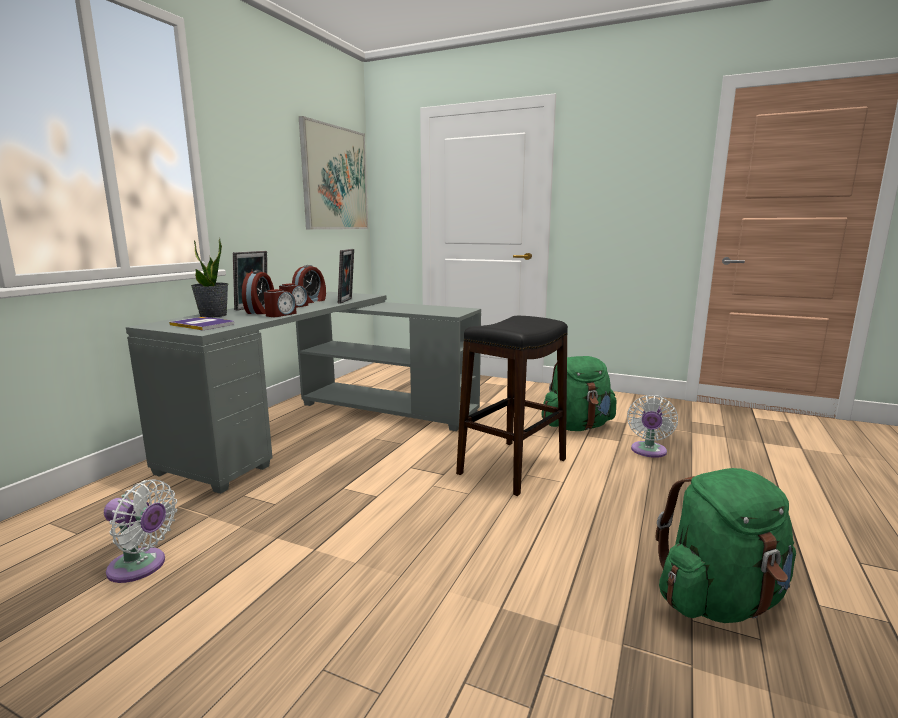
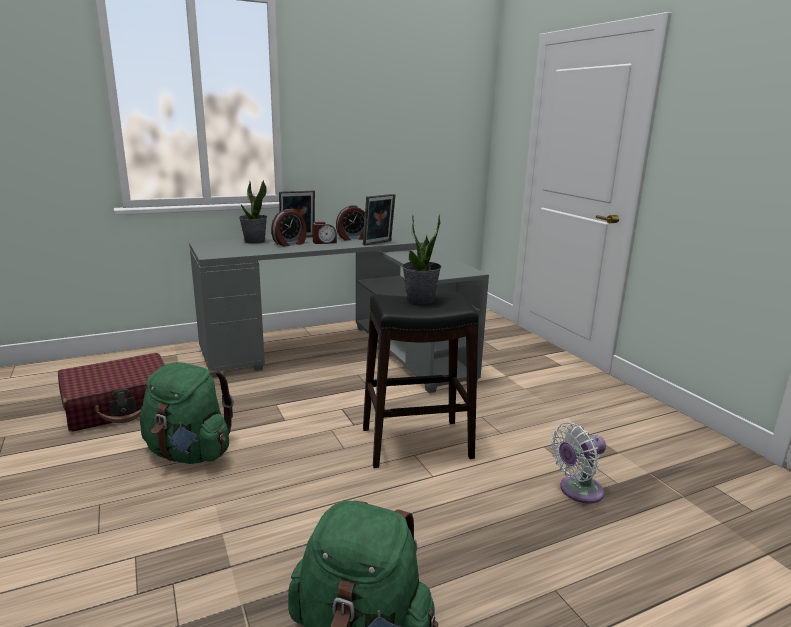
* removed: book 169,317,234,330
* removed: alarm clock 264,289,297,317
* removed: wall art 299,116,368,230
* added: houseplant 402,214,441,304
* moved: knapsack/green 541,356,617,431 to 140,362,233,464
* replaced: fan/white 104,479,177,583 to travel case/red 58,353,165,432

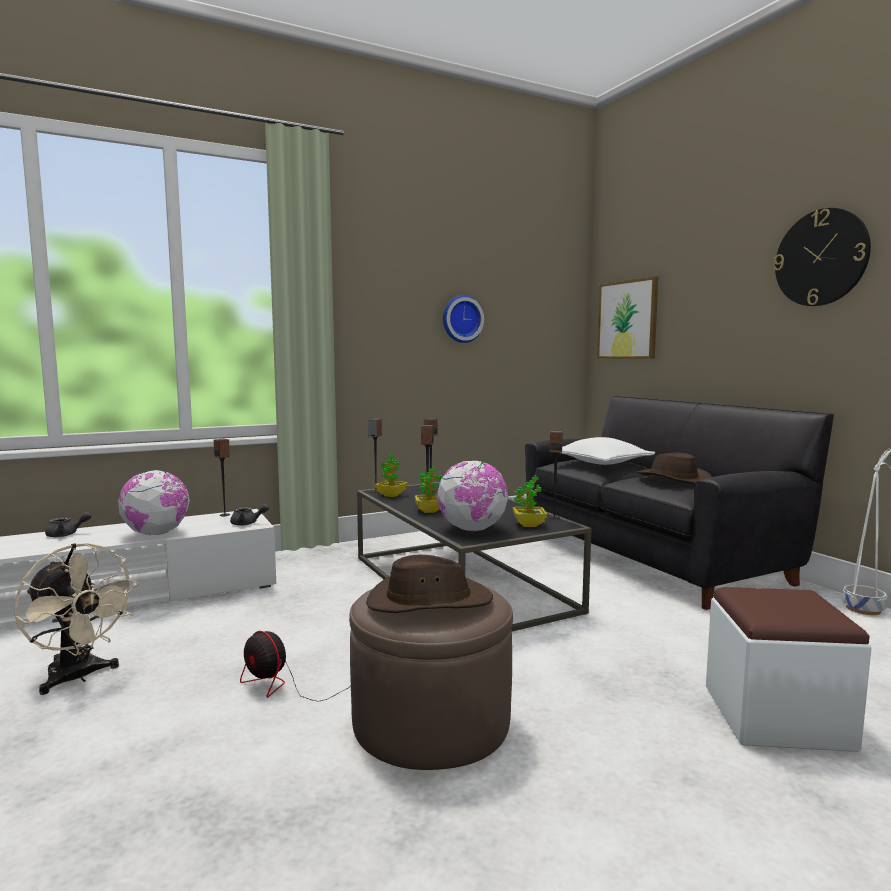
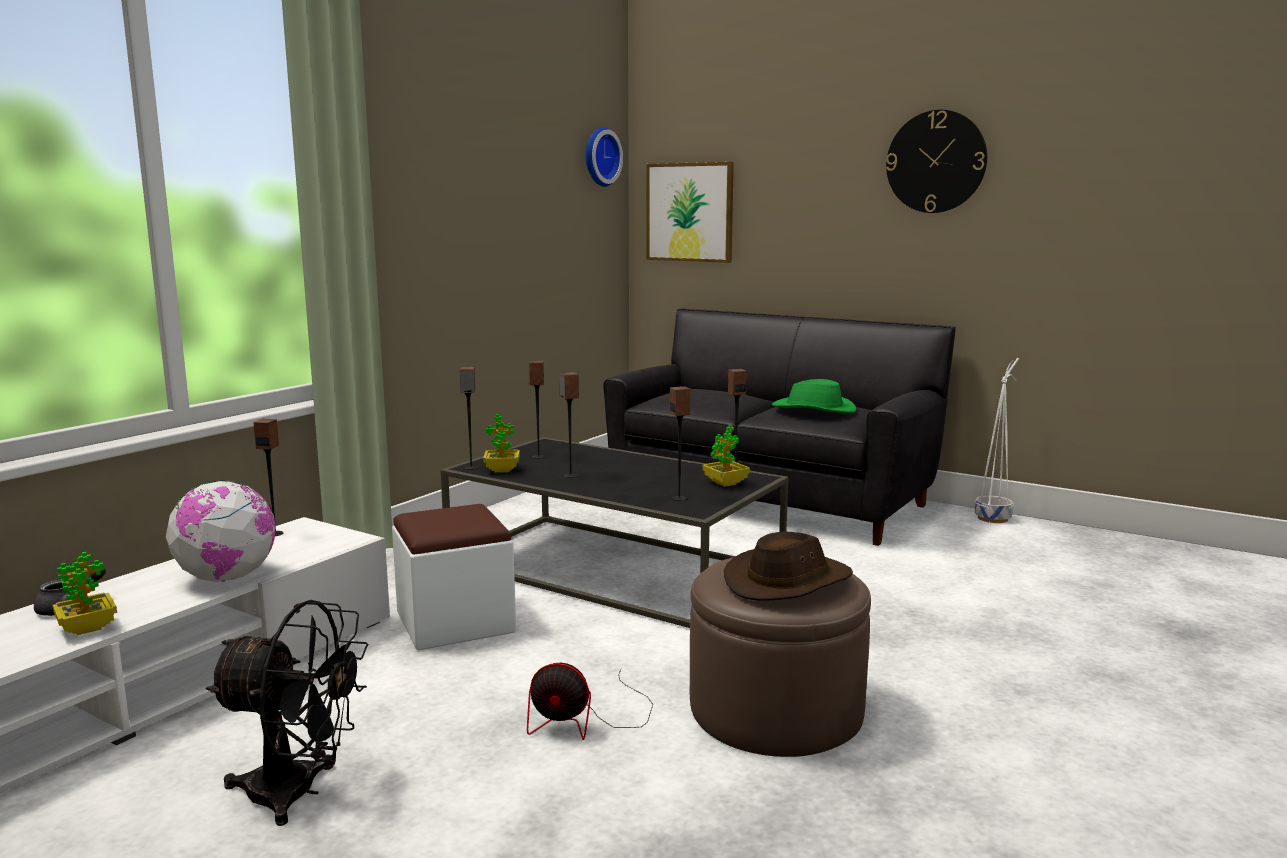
* removed: tea pot/gray 230,504,269,526
* removed: cushion/white 561,437,655,465
* moved: houseplant 415,467,441,513 to 53,552,117,635
* moved: wall clock 443,295,484,343 to 586,127,623,187
* moved: pouffe/white 706,587,872,752 to 392,504,516,650
* replaced: desk globe 437,461,508,531 to audio speaker 670,386,691,501
* recoloured: fan/sand-coloured 14,543,139,695 to fan/black-coloured 206,600,369,826
* recoloured: wearable hat/brown-coloured 636,453,711,484 to wearable hat/green 772,379,856,413

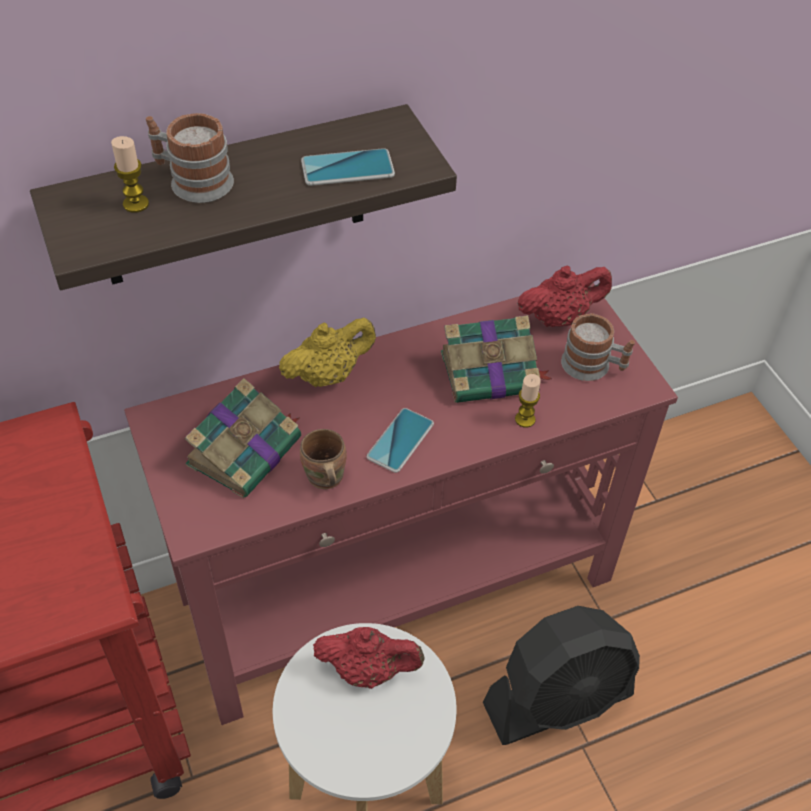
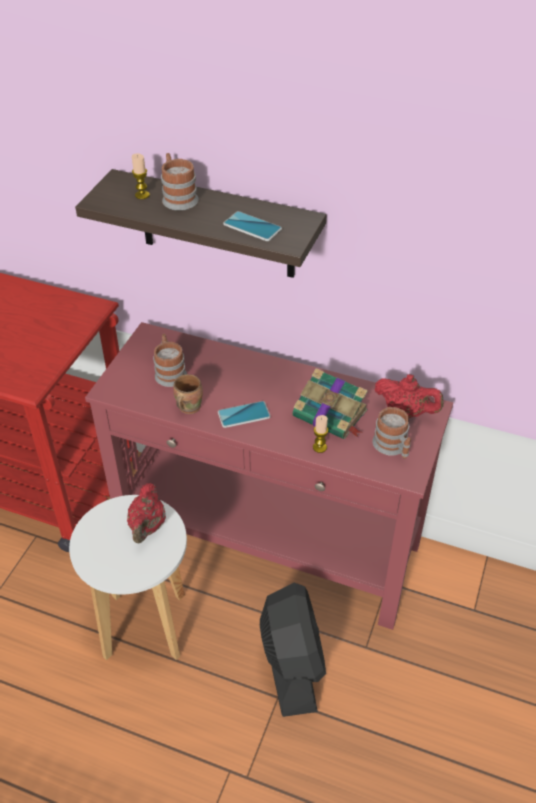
* removed: tea pot/yellow 279,318,376,387
* replaced: book 184,378,301,498 to tea mug 153,334,187,387
* turned: tea pot/red 313,627,425,689 = 127,483,166,544 45 degrees clockwise
* turned: fan/black-coloured 483,606,640,745 = 260,583,326,717 120 degrees counterclockwise

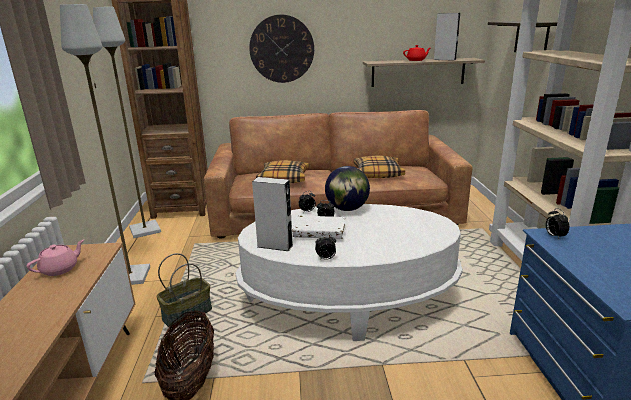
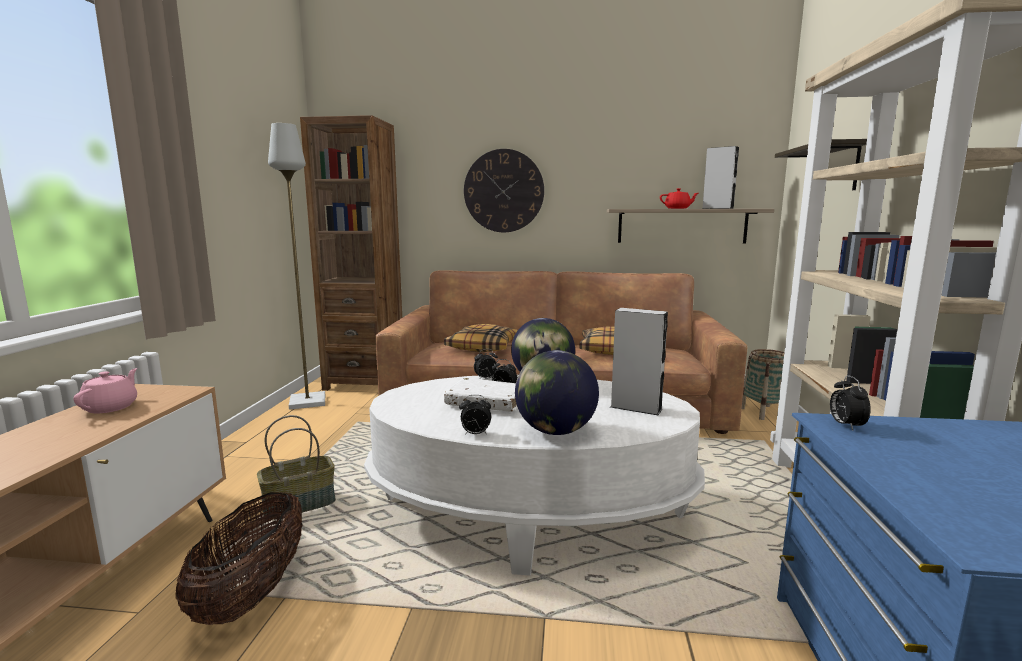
* removed: floor lamp/gray 60,4,150,285
* added: desk globe 515,350,599,435
* added: storage basket 742,349,784,420
* moved: audio speaker/gray 252,177,293,251 to 611,308,668,415
* turned: tea pot/pink 26,239,85,276 = 73,368,137,413 45 degrees counterclockwise

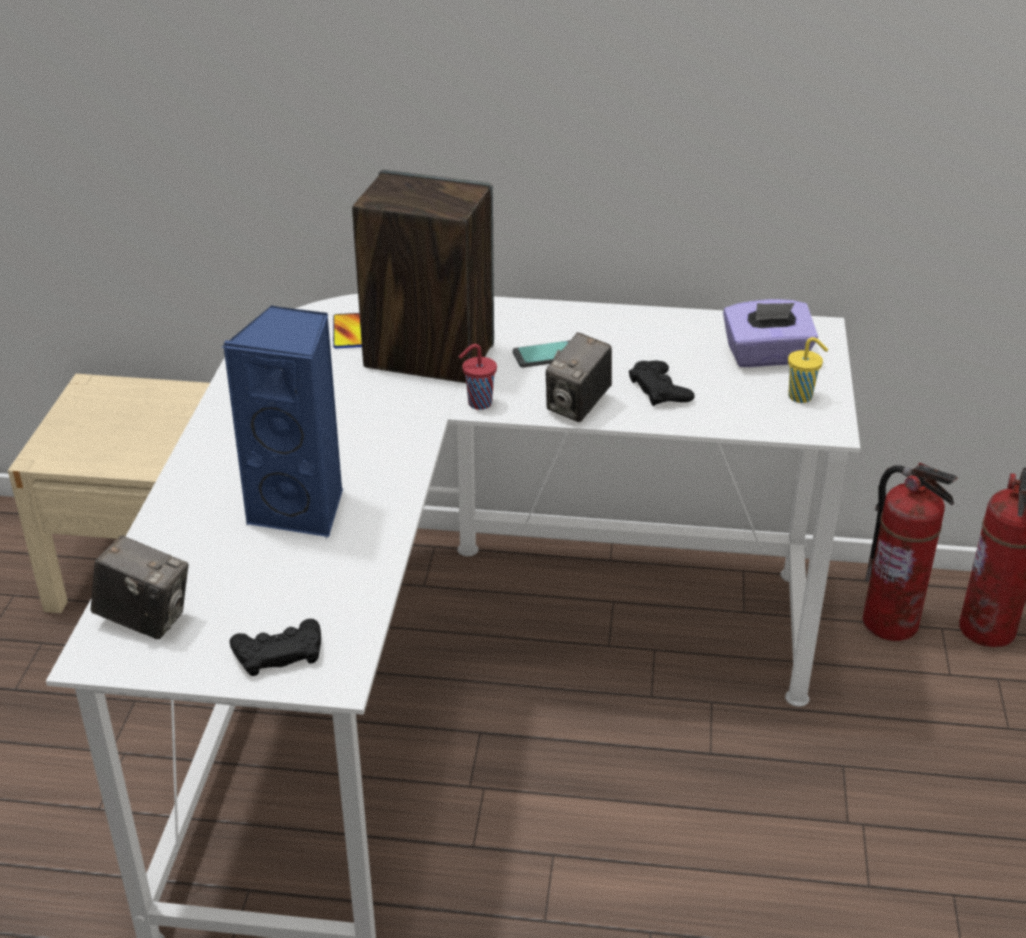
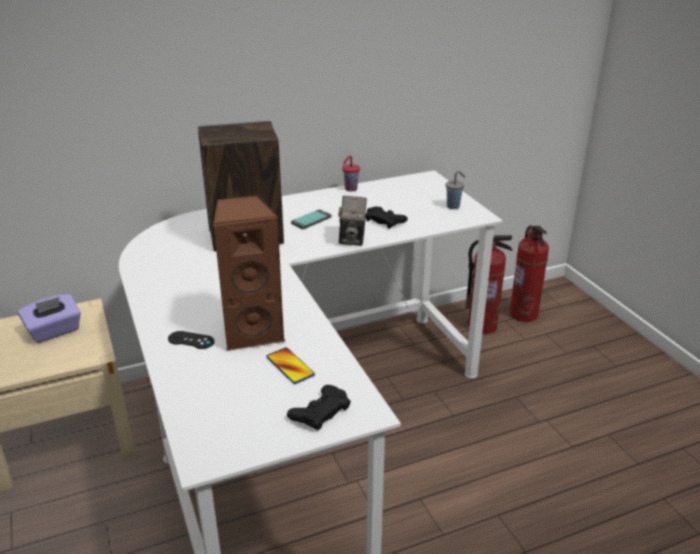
* removed: still camera 91,535,189,639
* added: game controller/black-coloured 168,331,214,349
* moved: phone 333,313,362,348 to 266,348,315,384
* moved: small cup/red 459,344,497,410 to 342,156,360,191
* moved: tissue box/purple-coloured 723,299,818,367 to 17,294,81,343
* recoloured: audio speaker/bluish 222,305,343,538 to audio speaker/brown-coloured 213,195,285,352
* recoloured: small cup/yellow 788,337,828,403 to small cup/gray 445,171,466,209

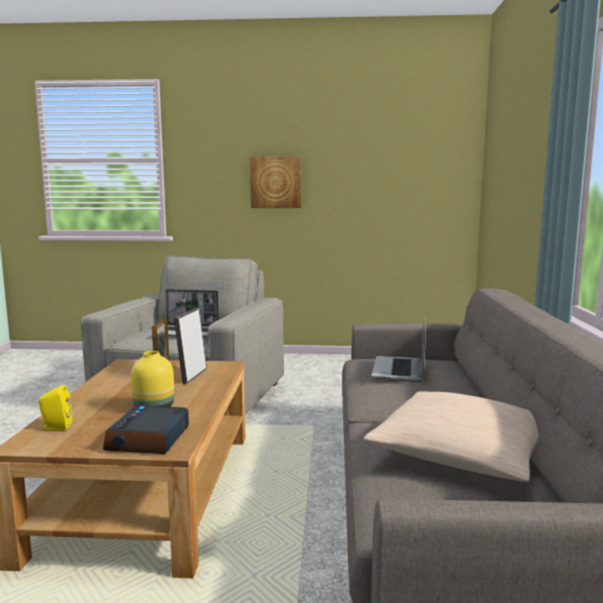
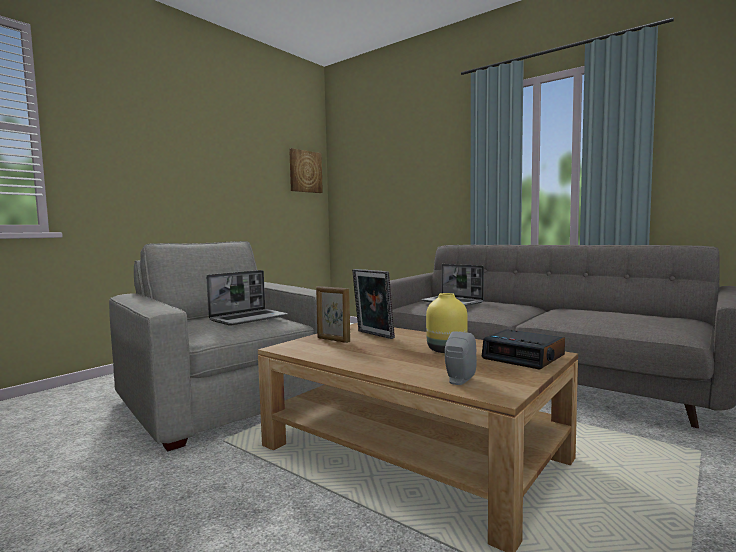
* removed: cushion/sand-coloured 363,391,539,482
* moved: wall art 250,157,301,208 to 289,148,323,193
* recoloured: audio speaker/yellow 39,385,73,430 to audio speaker/gray 445,331,477,385

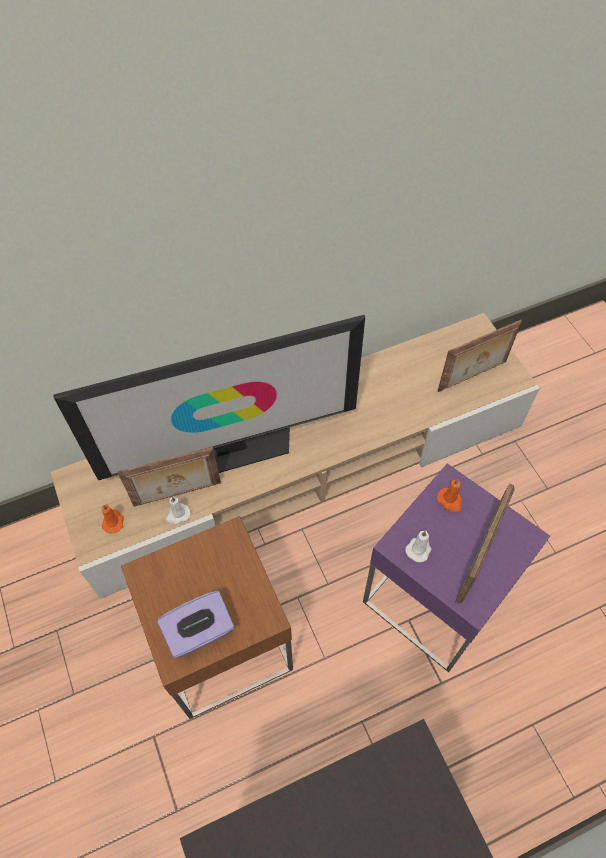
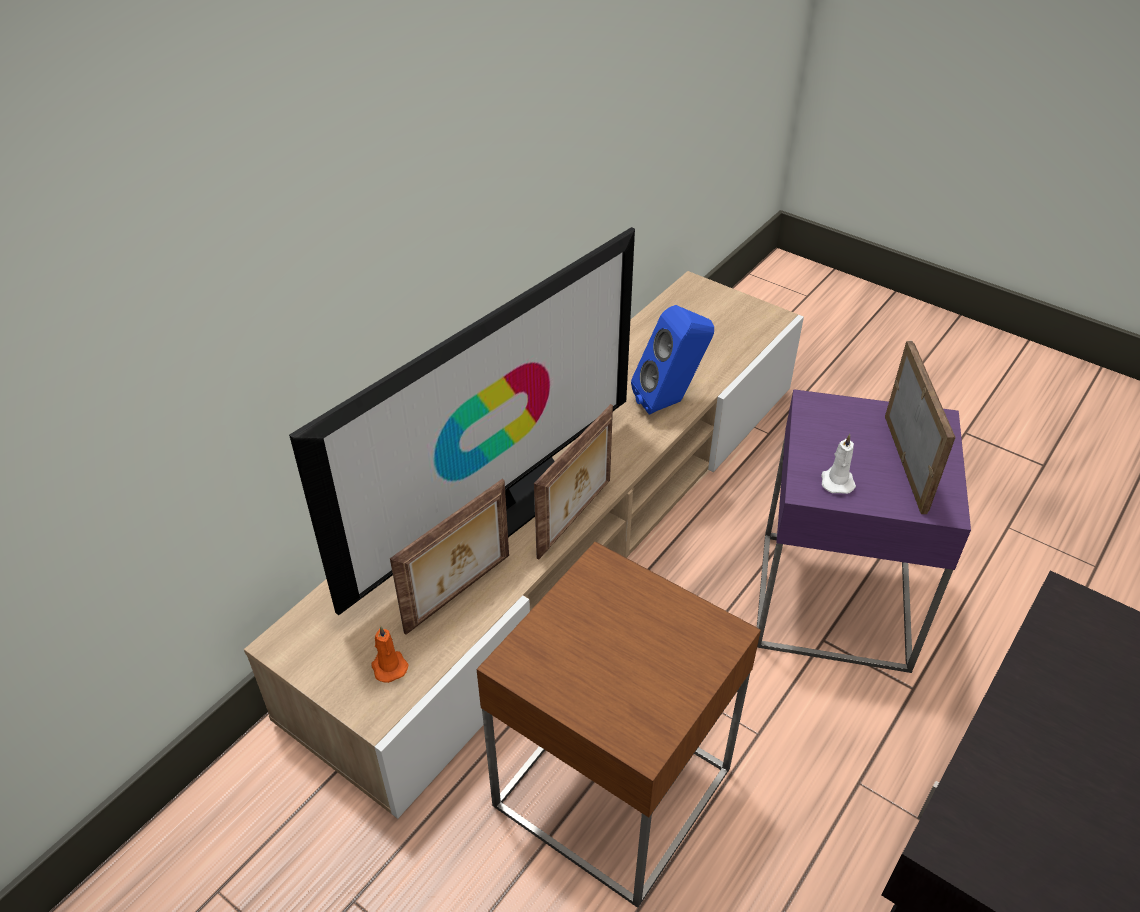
* removed: tissue box/purple-coloured 157,591,234,658
* removed: candle/white 165,496,191,524
* removed: candle/orange-coloured 437,479,462,512
* added: audio speaker/bluish 631,305,714,415
* moved: standing frame 437,320,522,392 to 534,404,613,560

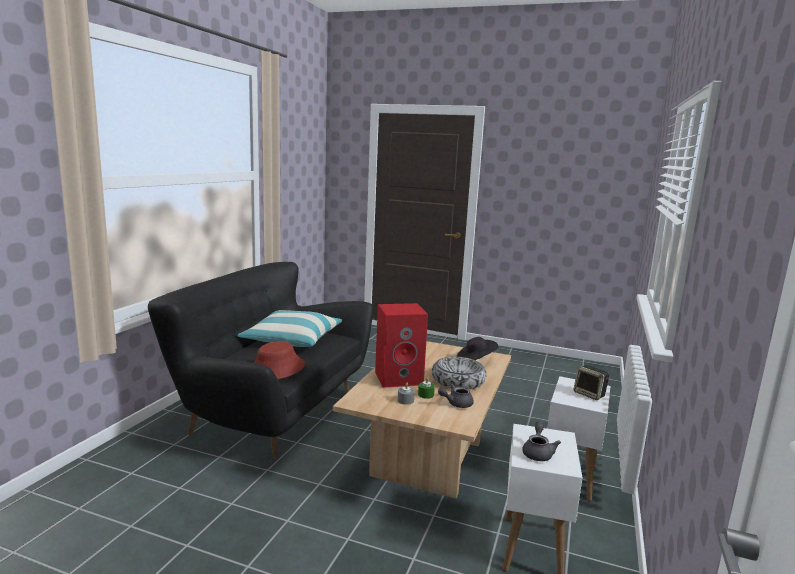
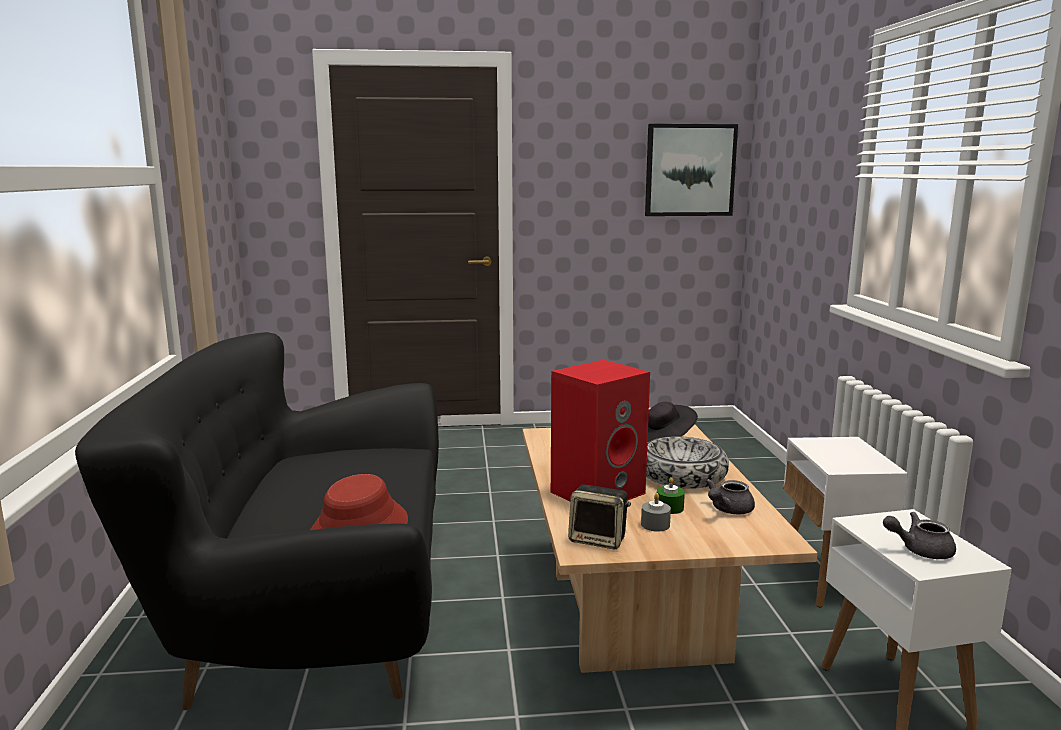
* removed: cushion 237,310,342,347
* added: wall art 645,124,738,216
* moved: audio speaker 574,365,610,400 to 568,484,631,549
* turned: tea pot/gray 522,422,561,461 = 883,512,956,559 75 degrees counterclockwise

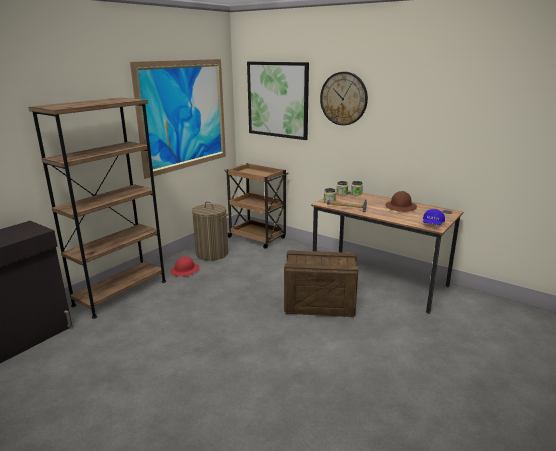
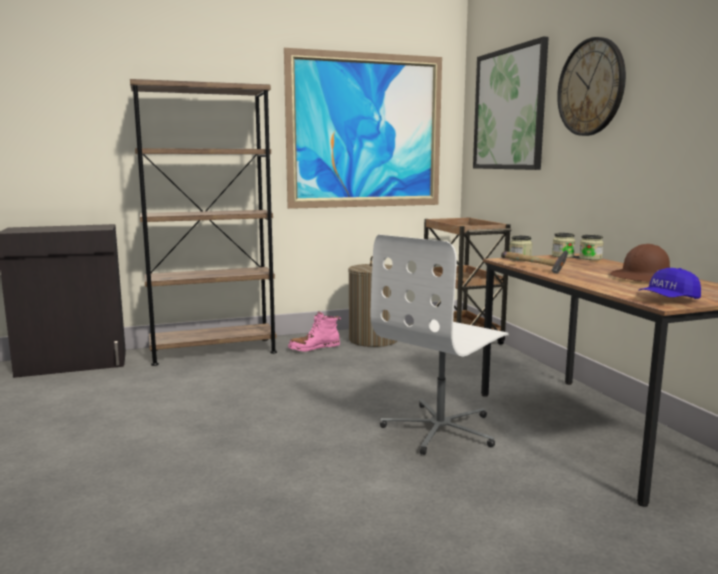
* replaced: safety helmet/red 170,256,199,277 to boot/pink 288,312,341,352
* replaced: crate 284,250,358,317 to computer chair/white 371,235,509,455

